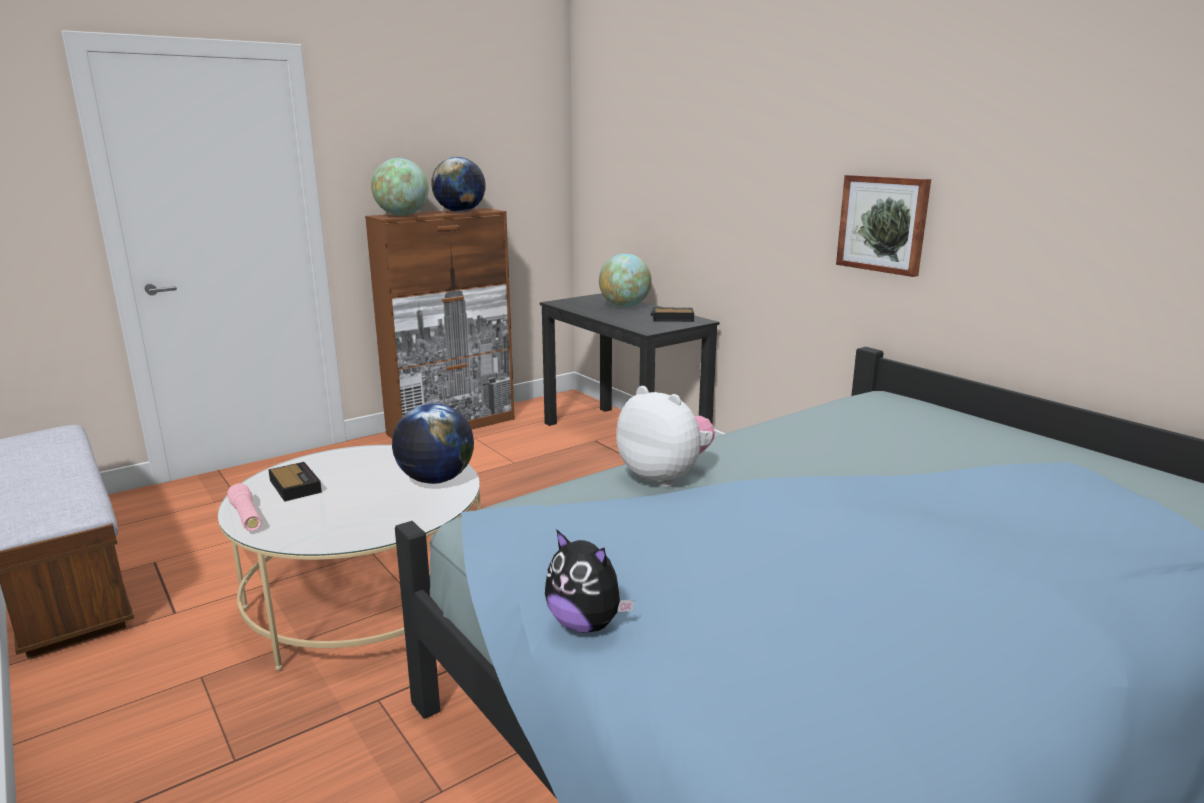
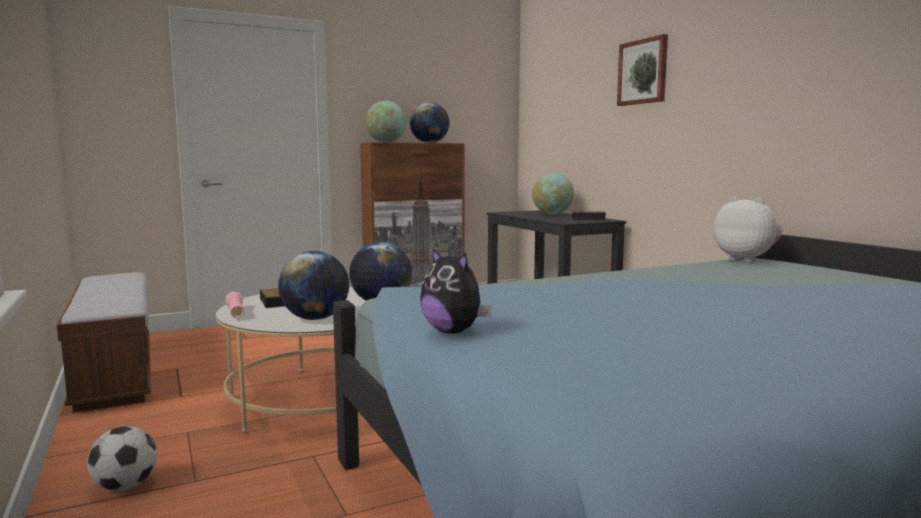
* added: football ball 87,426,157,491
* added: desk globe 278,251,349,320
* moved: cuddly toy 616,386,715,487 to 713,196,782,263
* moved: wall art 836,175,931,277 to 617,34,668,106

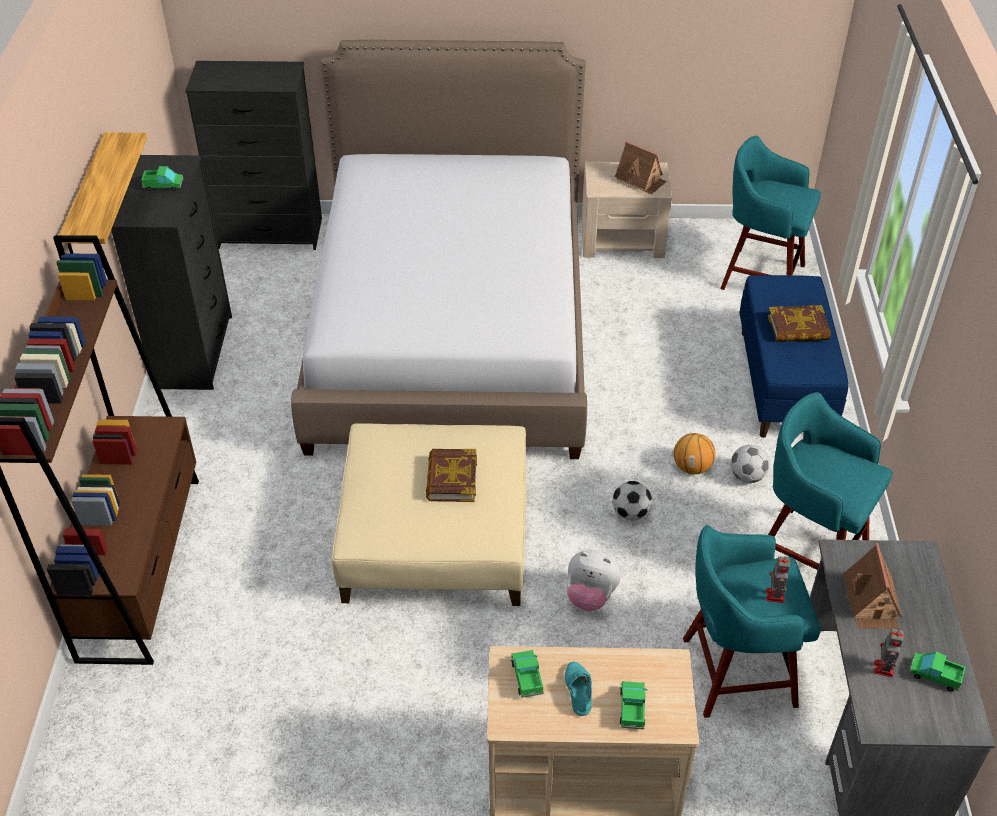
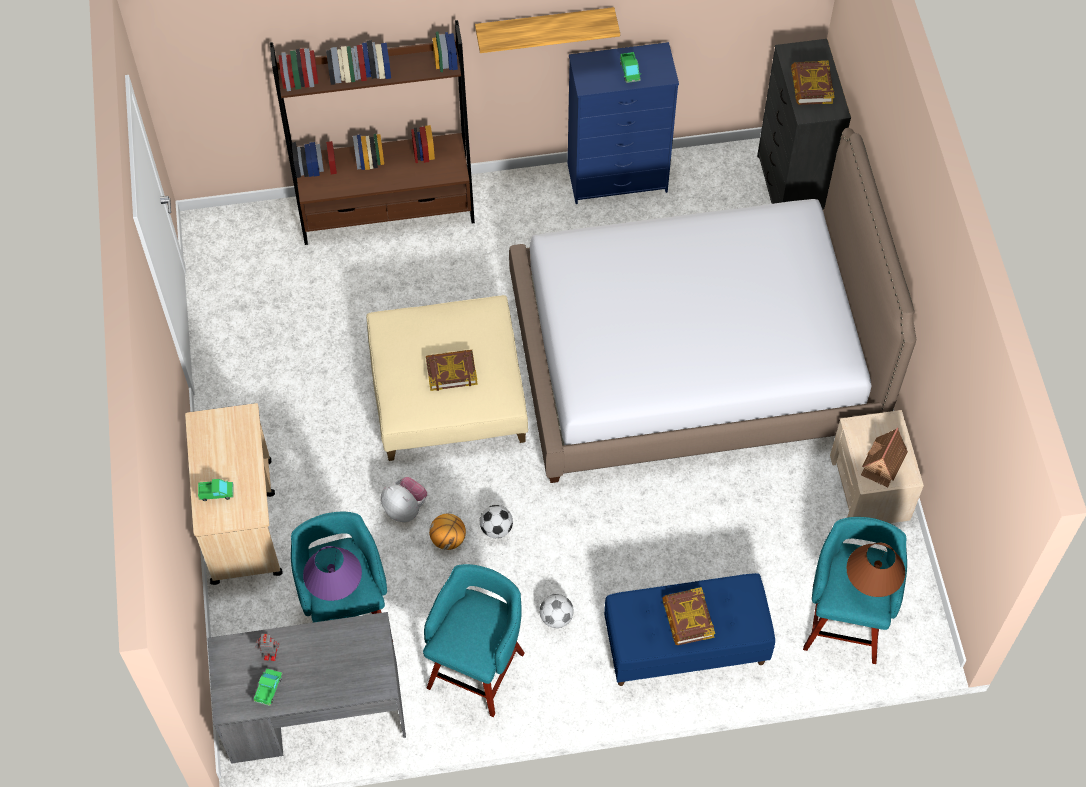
* removed: toy truck 510,650,544,698
* removed: shoe/turquoise 565,662,592,716
* removed: miniature house 844,543,902,629
* added: book 791,61,834,105
* added: tabletop lamp/brown-coloured 847,543,905,597
* moved: basketball 674,433,715,474 to 429,514,466,550
* replaced: robot figure 766,556,790,603 to tabletop lamp/purple-coloured 303,546,362,601
* recoloured: chest of drawers/black-coloured 111,155,232,390 to chest of drawers/bluish 568,42,679,204
* turned: cuddly toy 567,550,621,611 = 381,477,427,522 120 degrees clockwise

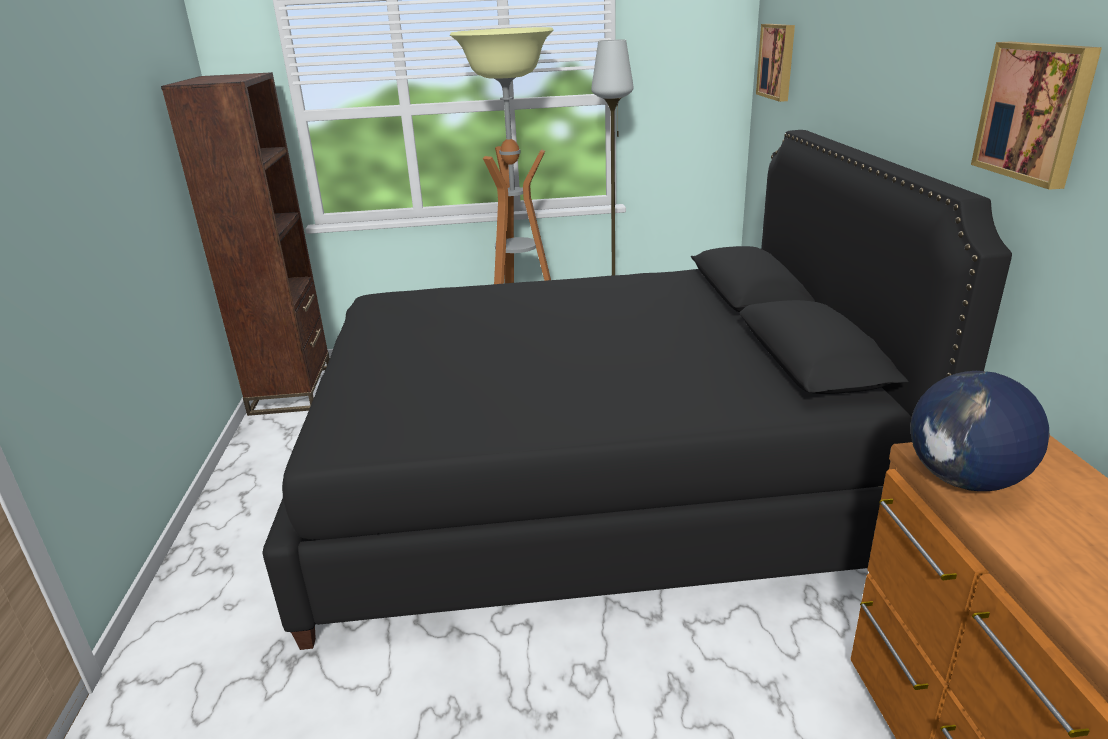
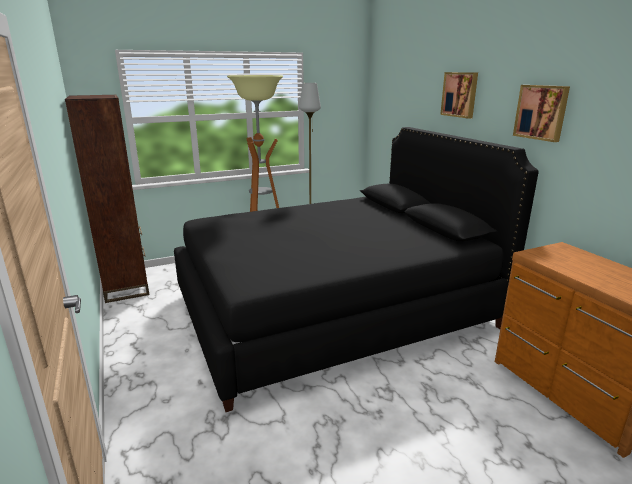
* removed: desk globe 911,371,1049,491
* moved: wall art 756,24,795,102 to 440,72,478,119

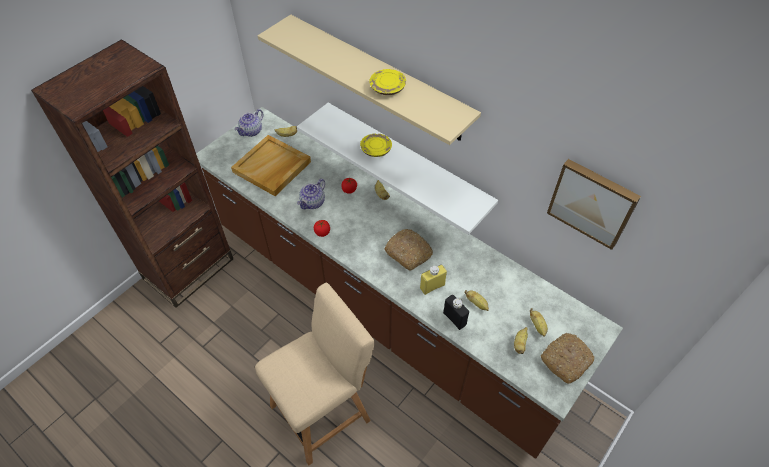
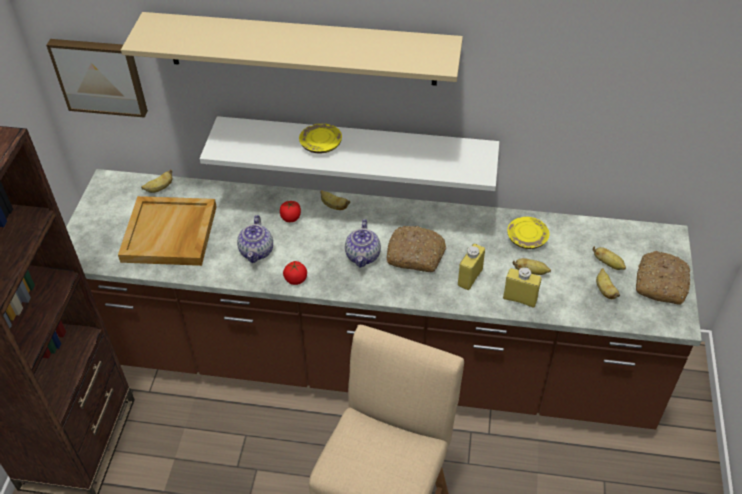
* moved: tea pot 235,109,263,137 to 345,219,381,268
* moved: plate/yellow 369,69,406,95 to 507,217,550,249
* moved: wall art 547,159,641,250 to 46,39,148,118
* recoloured: beverage bottle/black-coloured 443,295,469,330 to beverage bottle/yellow 503,267,541,308

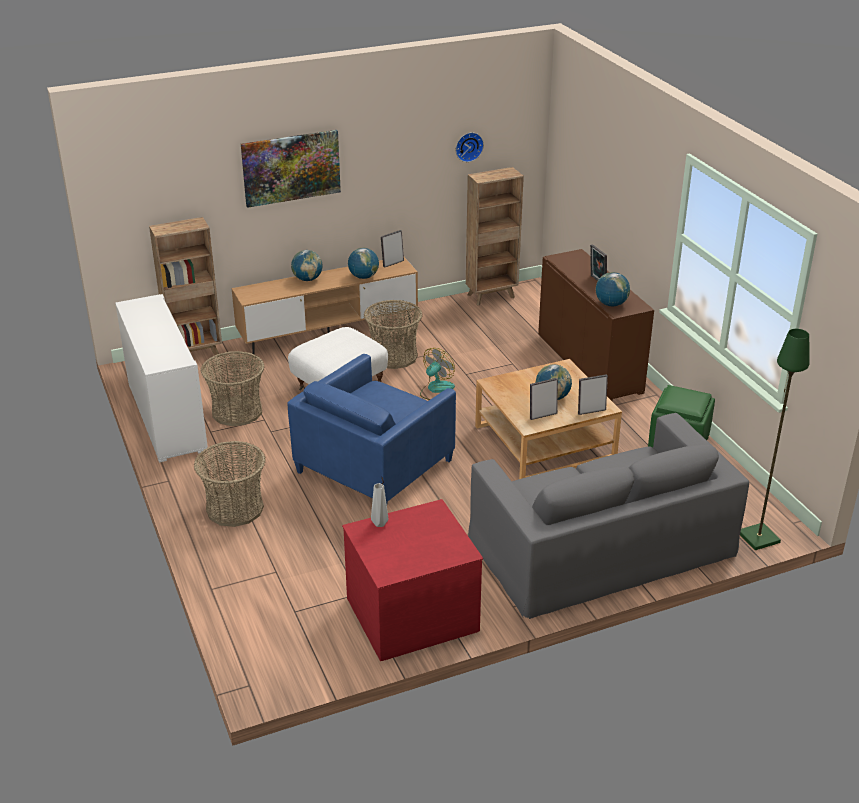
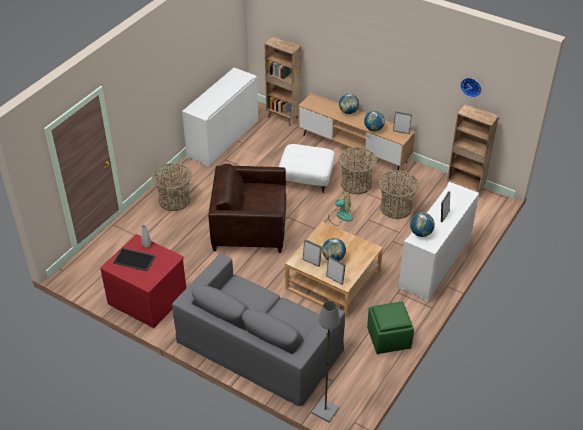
* removed: wall art 241,130,341,208
* added: tray 113,248,156,271
* moved: storage basket 201,351,264,426 to 379,170,419,219
* recoloured: lounge chair/bluish 288,354,456,504 to lounge chair/brown-coloured 208,164,286,253
* recoloured: storage cabinet/brown-coloured 538,249,654,401 to storage cabinet/white 398,182,479,302
* recoloured: floor lamp/green 740,329,810,550 to floor lamp/gray 312,301,340,422

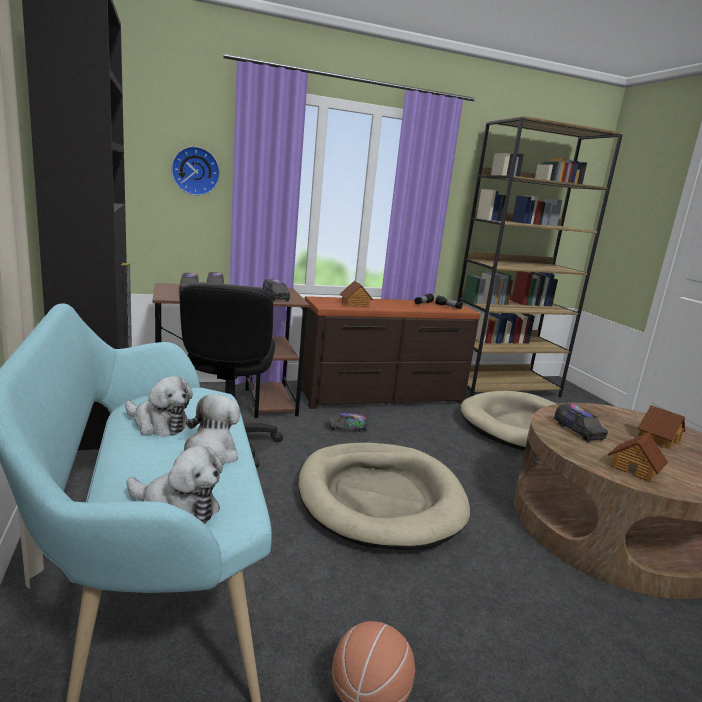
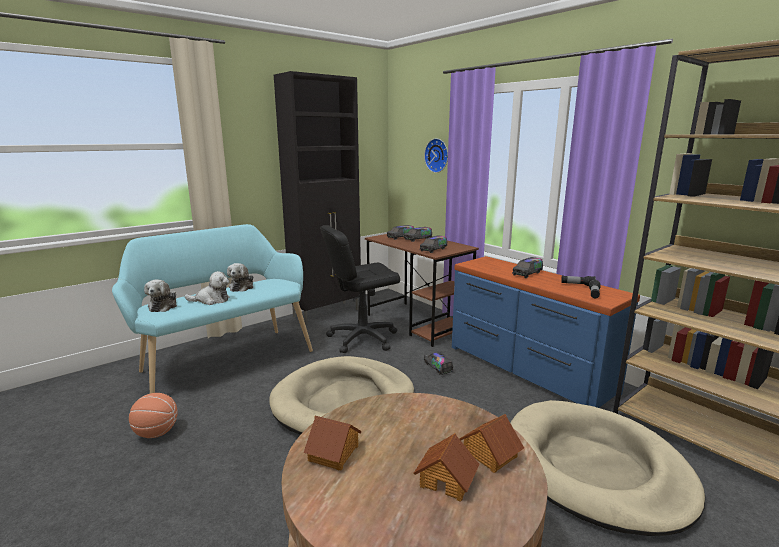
* moved: miniature house 340,281,373,307 to 459,414,524,473
* moved: toy truck 554,404,608,442 to 512,257,543,278
* recoloured: chest of drawers/brown-coloured 301,296,481,409 to chest of drawers/bluish 452,256,640,408

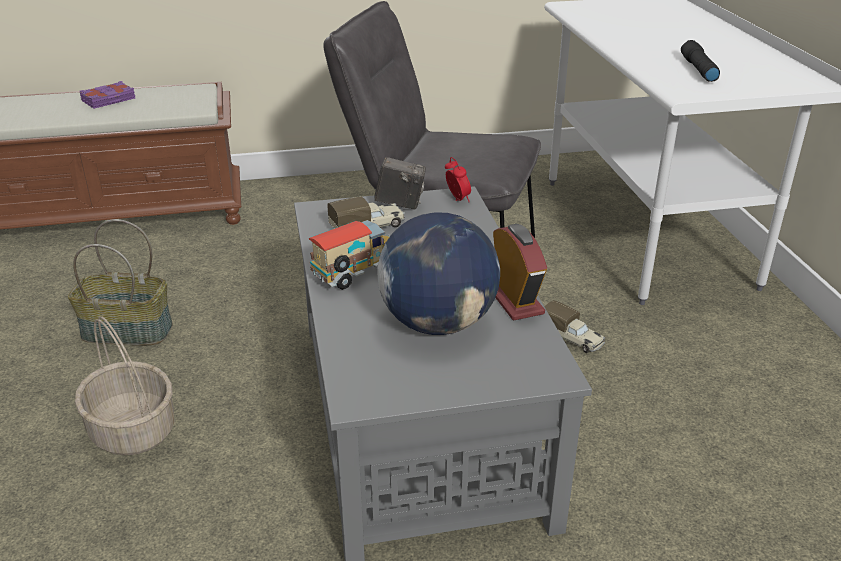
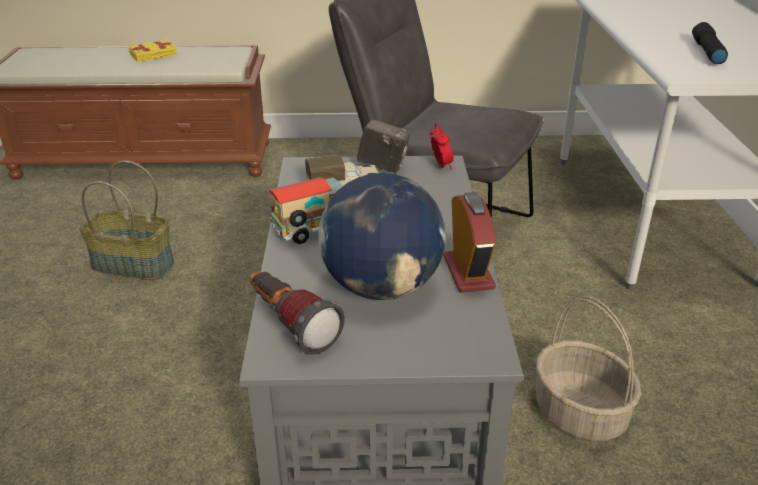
* removed: toy truck 544,300,605,353
* added: flashlight 250,271,345,355
* moved: storage basket 75,316,175,456 to 536,296,641,442
* recoloured: book/purple-coloured 80,81,135,109 to book/yellow 128,39,177,62

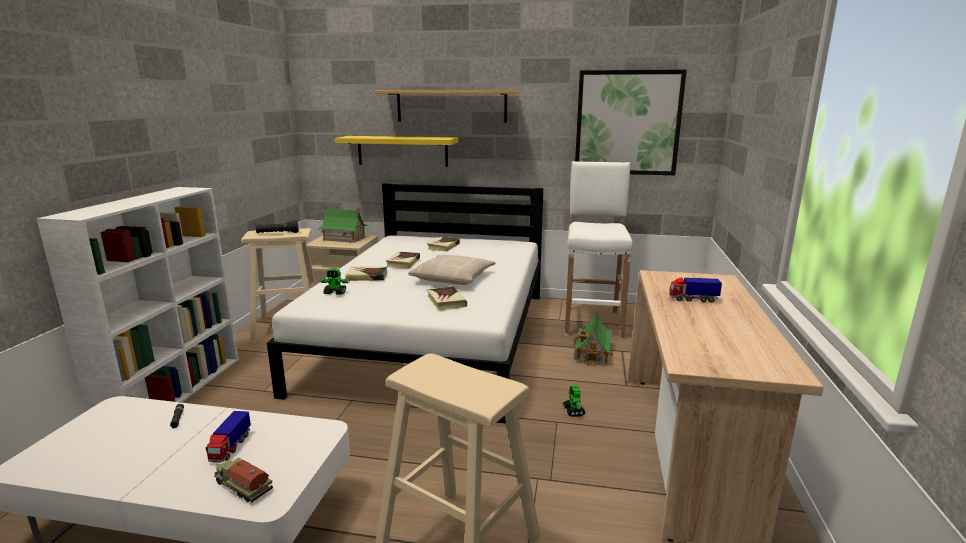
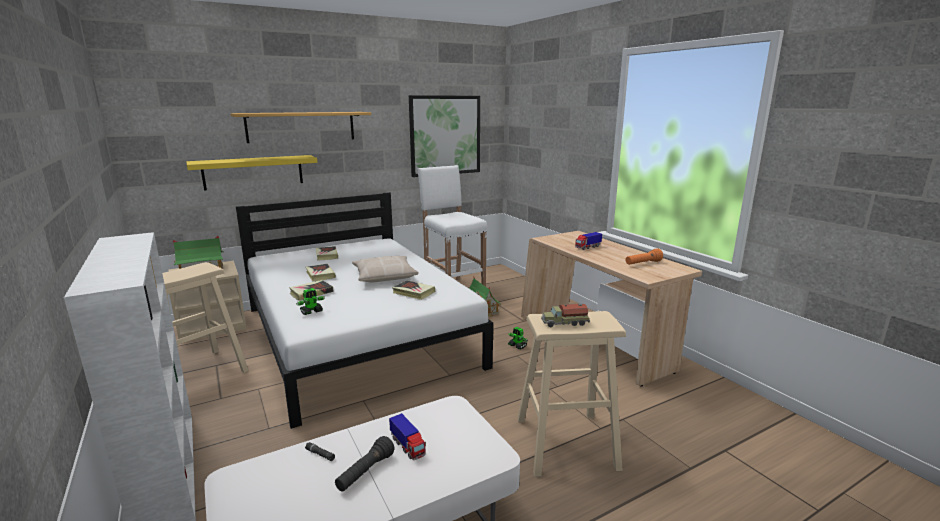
* added: flashlight/orange-coloured 625,248,663,265
* moved: toy truck 214,458,273,502 to 541,303,590,328
* moved: flashlight/black-coloured 256,220,299,233 to 335,436,394,492

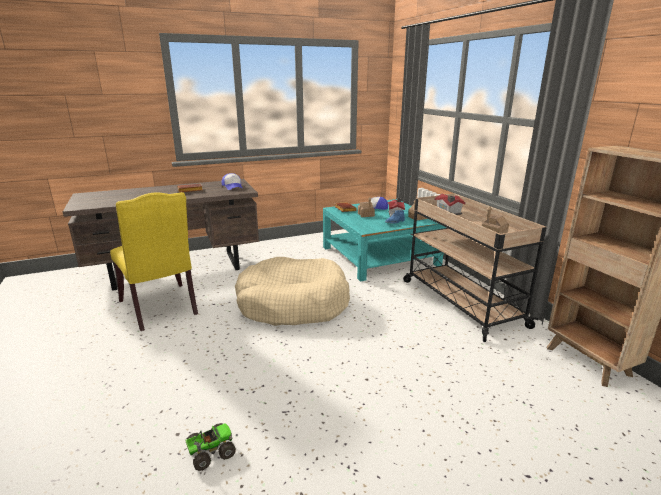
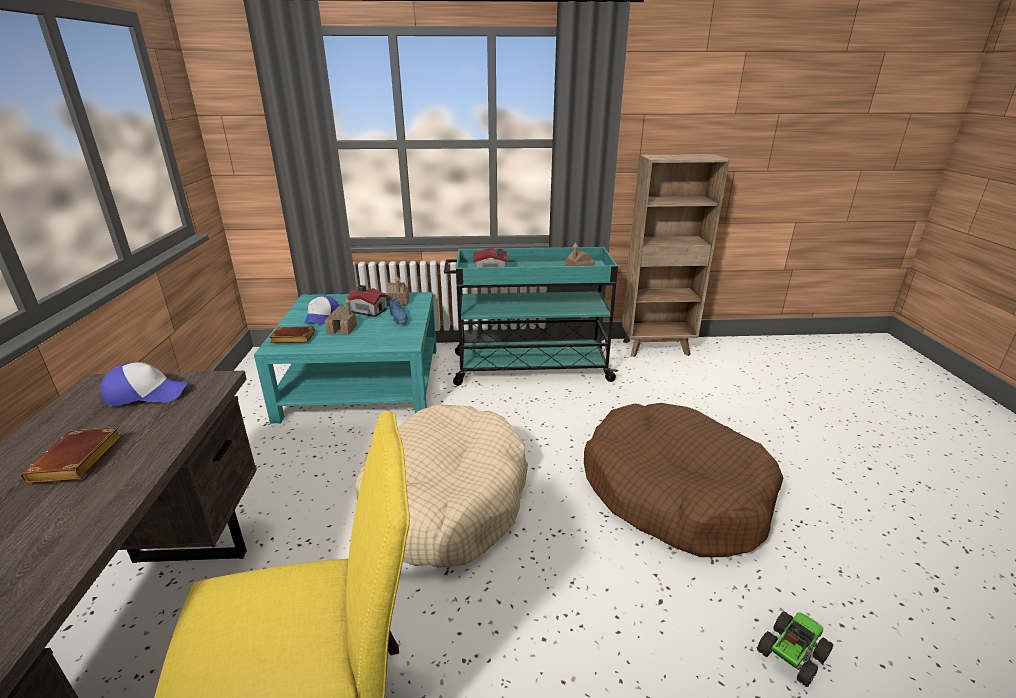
* added: dog cushion/brown-coloured 584,403,783,557
* recoloured: wheeled cart/sand-coloured 403,193,547,342 to wheeled cart/turquoise 444,247,619,386
* turned: toy truck 186,423,236,471 = 757,611,833,687 60 degrees clockwise

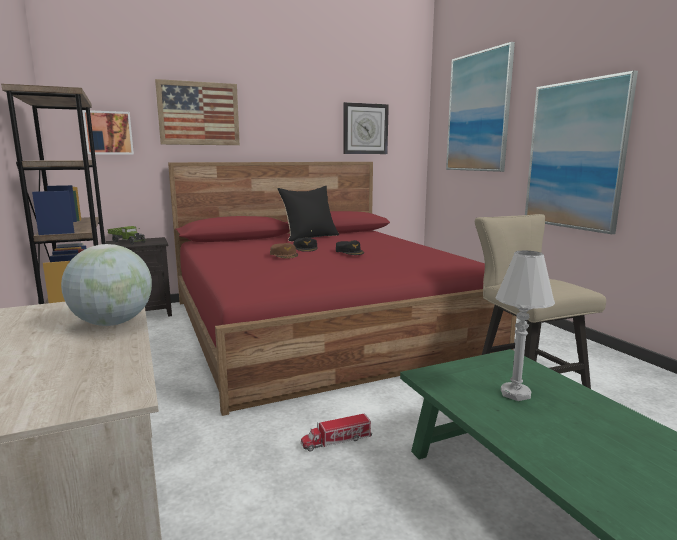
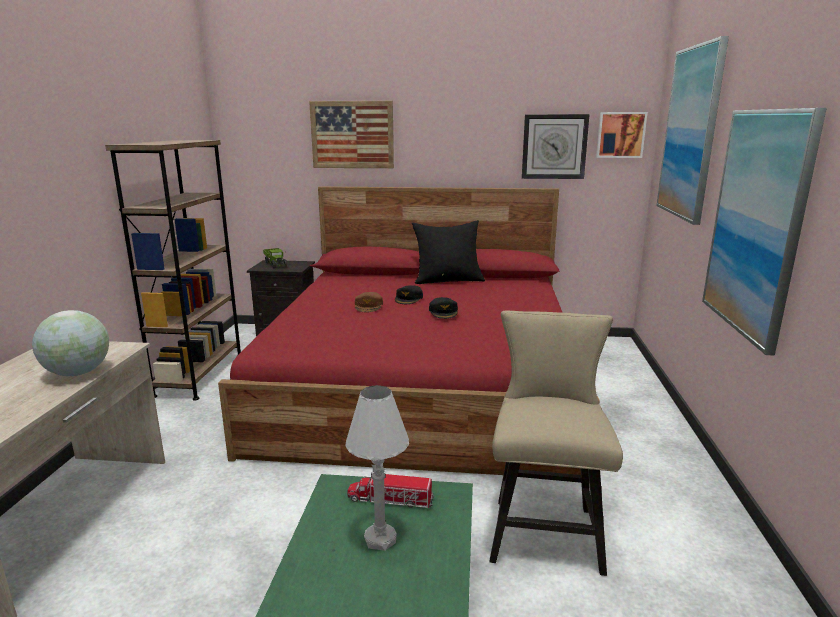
* moved: wall art 82,110,134,154 to 596,112,647,158
* moved: toy truck 301,414,372,451 to 347,472,435,508

